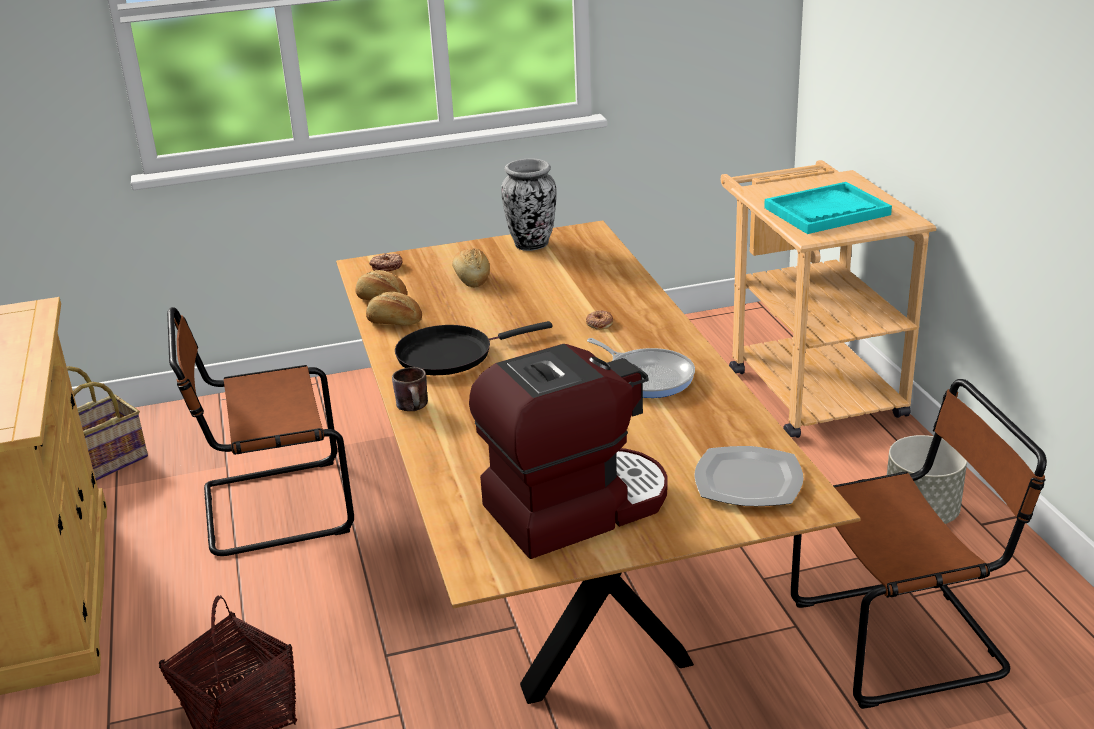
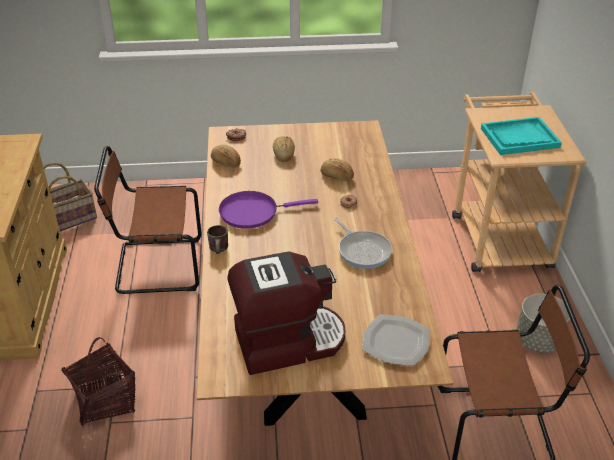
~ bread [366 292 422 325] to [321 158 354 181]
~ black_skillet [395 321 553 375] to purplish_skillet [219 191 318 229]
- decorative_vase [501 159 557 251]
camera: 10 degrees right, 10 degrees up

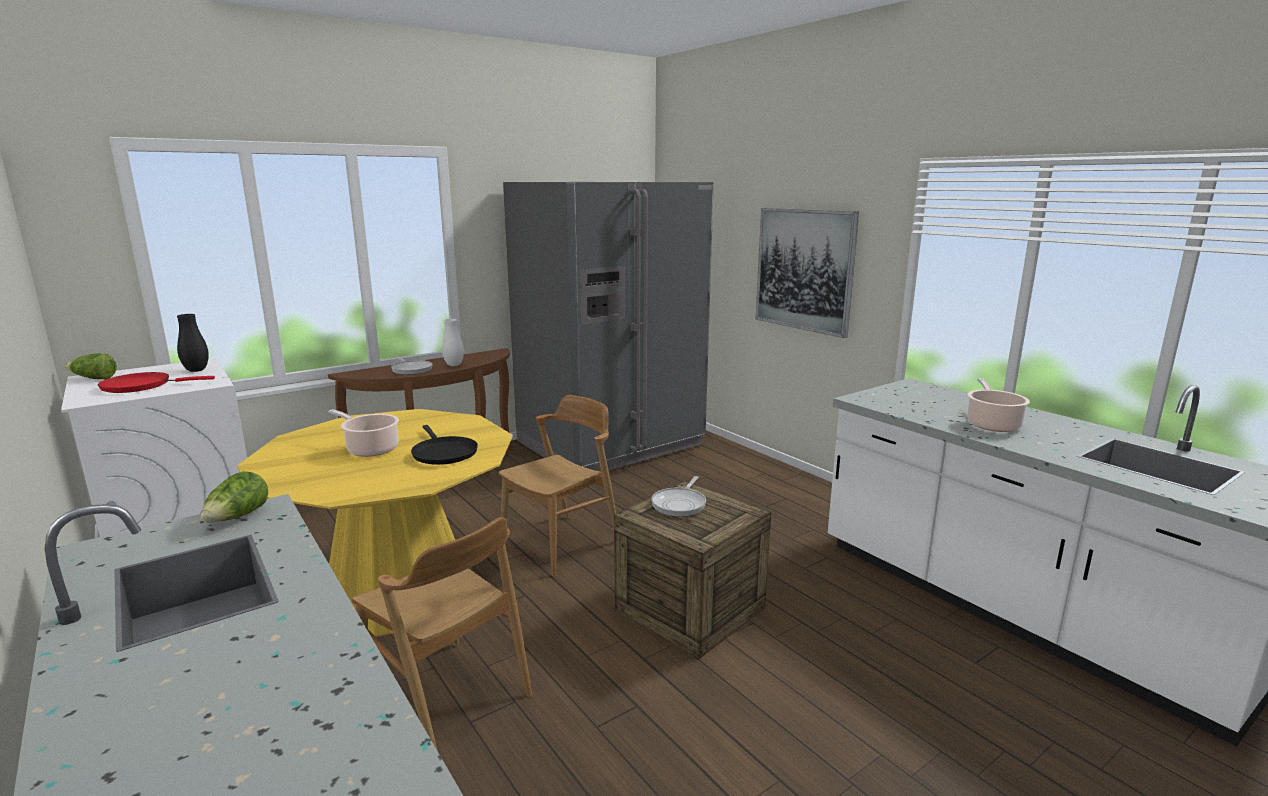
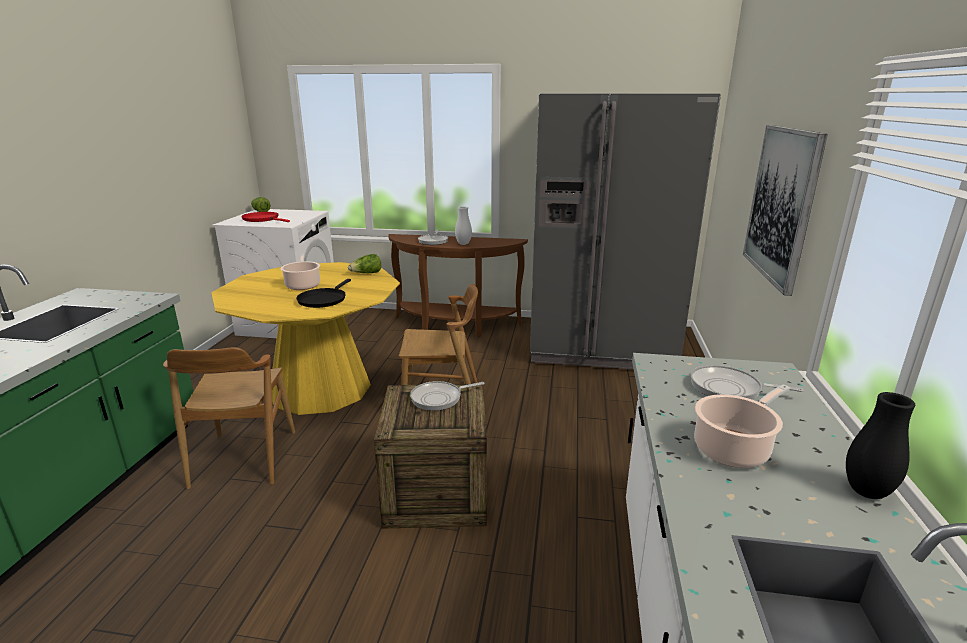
~ black_decorative_vase [177 314 209 372] to [846 392 915 499]
~ lettuce_head [200 471 268 523] to [348 254 381 273]
+ skillet [691 365 804 400]
camera: 45 degrees right, 5 degrees up

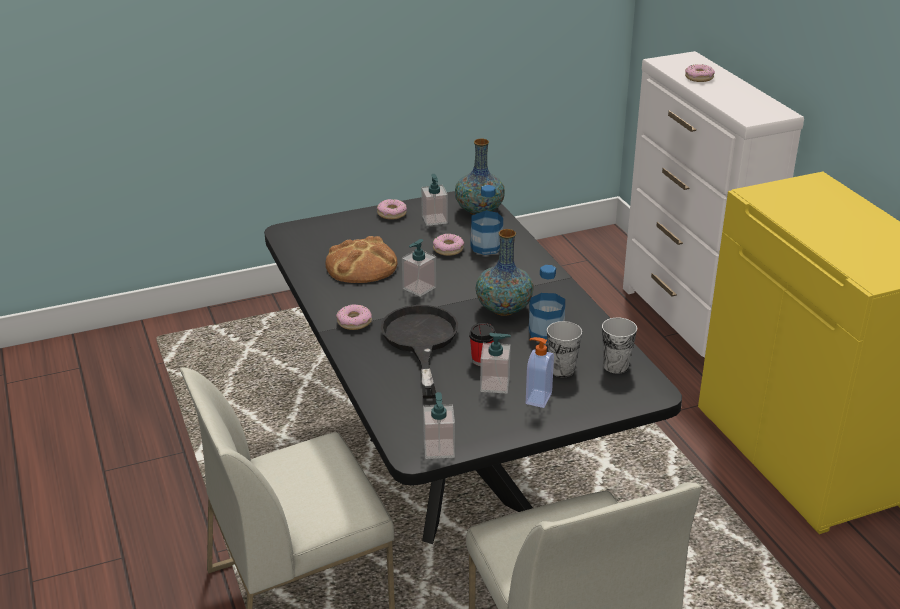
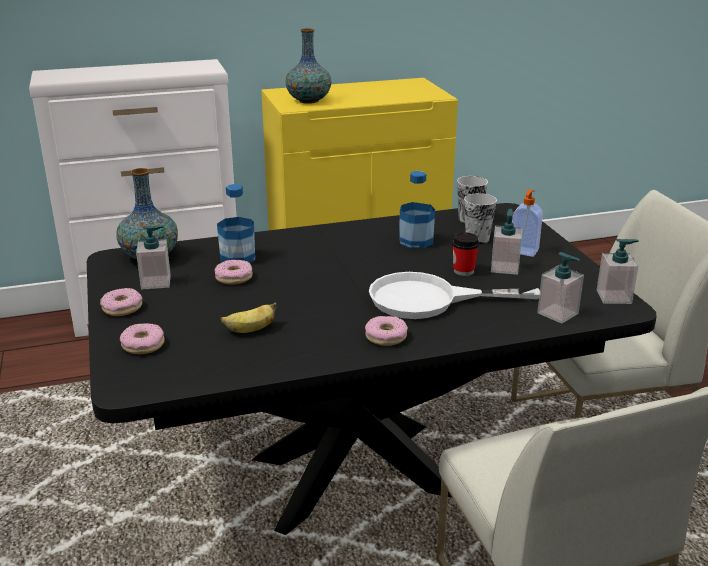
~ bread [325 236 397 283] to banana_fruit [221 303 277 333]
~ black_skillet [381 305 458 399] to white-coloured_skillet [369 272 540 319]
~ soap_dispenser [402 239 436 297] to [537 252 584 324]
~ decorative_vase [476 229 534 316] to [286 29 332 104]
~ ring_doughnut [685 64 715 82] to [120 323 165 354]
camera: 85 degrees left, 5 degrees down

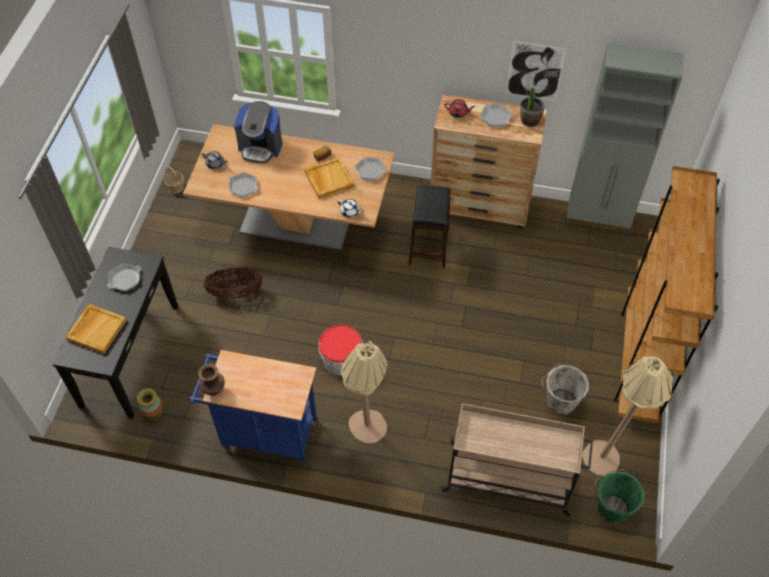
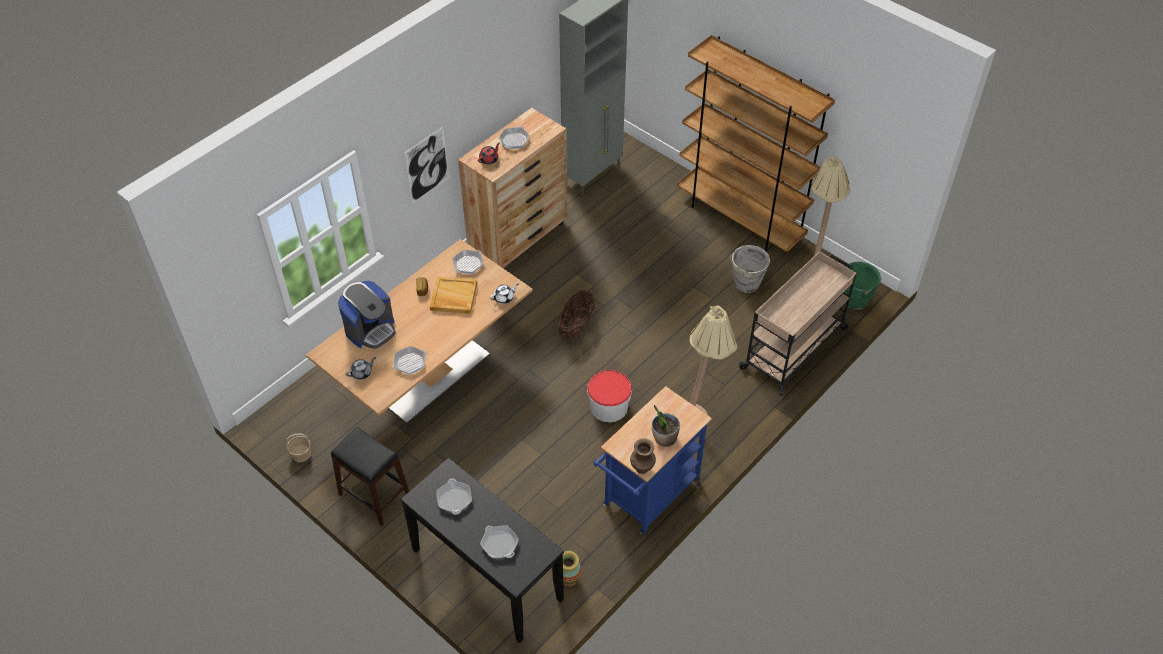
~ beige-coloured_carrying_tray [66 304 127 354] to skillet [480 525 519 558]
~ storage_basket [203 268 263 298] to [558 290 595 339]
~ black_stool_seat [409 185 451 268] to [331 427 409 526]
~ wall_art [506 41 567 101] to [404 127 449 204]
~ plant_in_a_pot [520 81 545 127] to [652 405 680 447]
camera: 60 degrees left, 5 degrees down

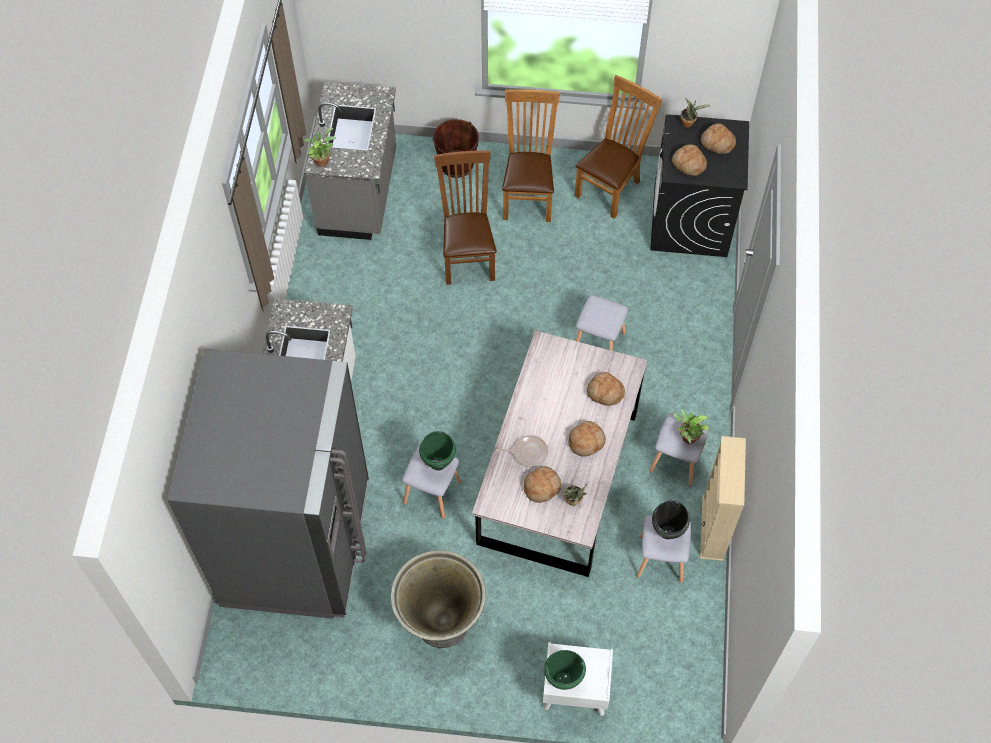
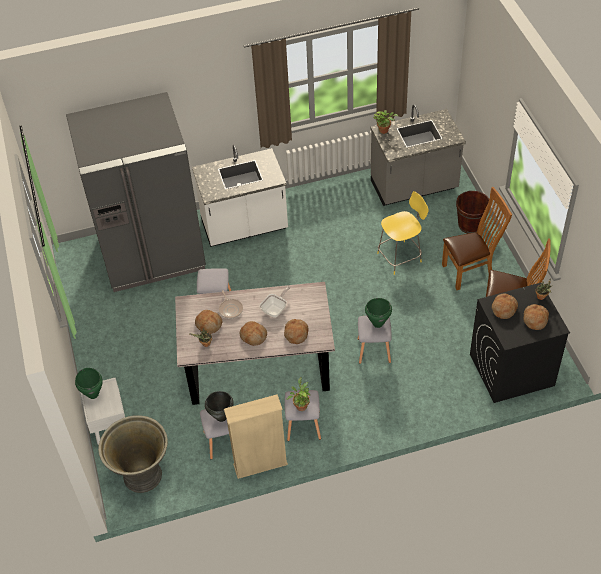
~ gray_planter [391 550 486 648] to [98 415 168 493]
~ greenish_cooking_pot [419 431 456 471] to [365 298 392 328]
~ brown_plain_chair [434 150 497 285] to yellowish_stool_seat [377 191 429 275]
+ skillet [259 286 290 318]
camera: 70 degrees right, 10 degrees down

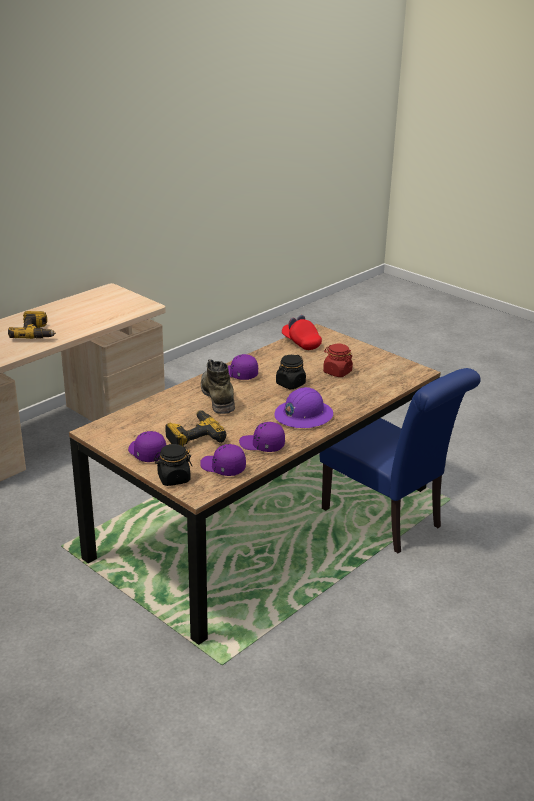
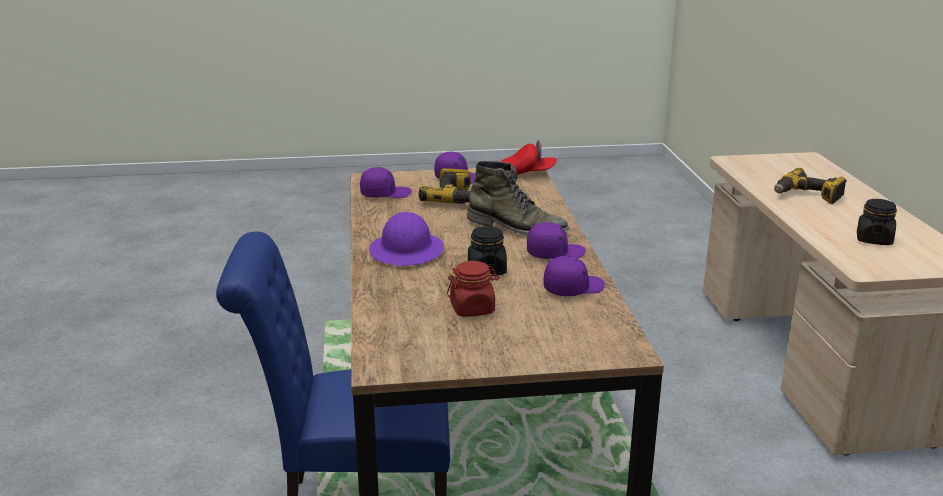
~ black_jar [154 444 192 486] to [857 199 897 245]
~ purplish_peaked_cap [239 422 285 452] to [543 256 604 296]
~ red-coloured_peaked_cap [282 315 322 350] to [501 140 557 175]
camera: 130 degrees right, 5 degrees down

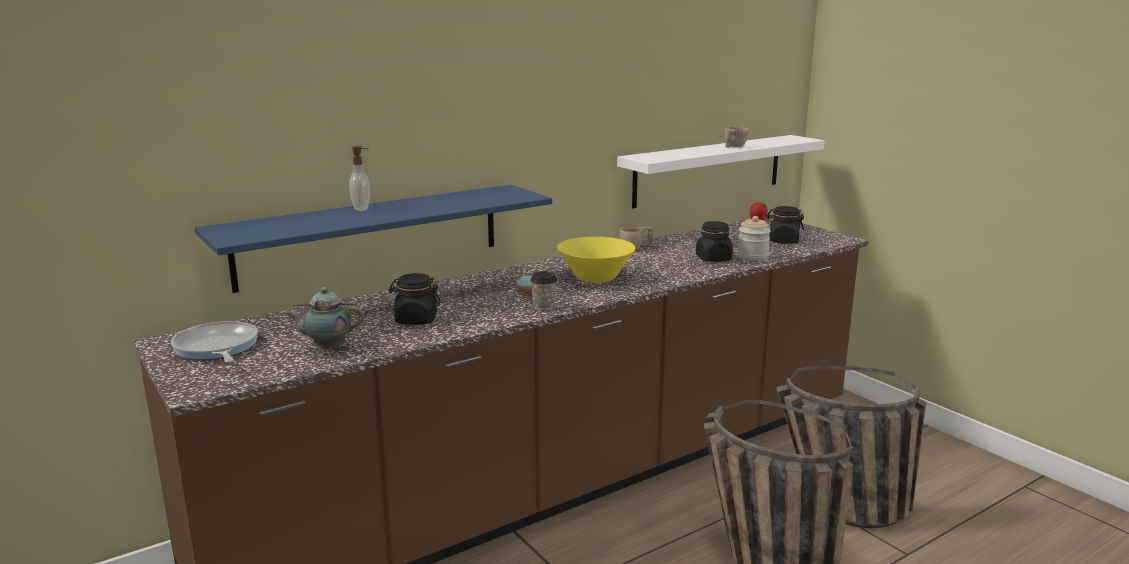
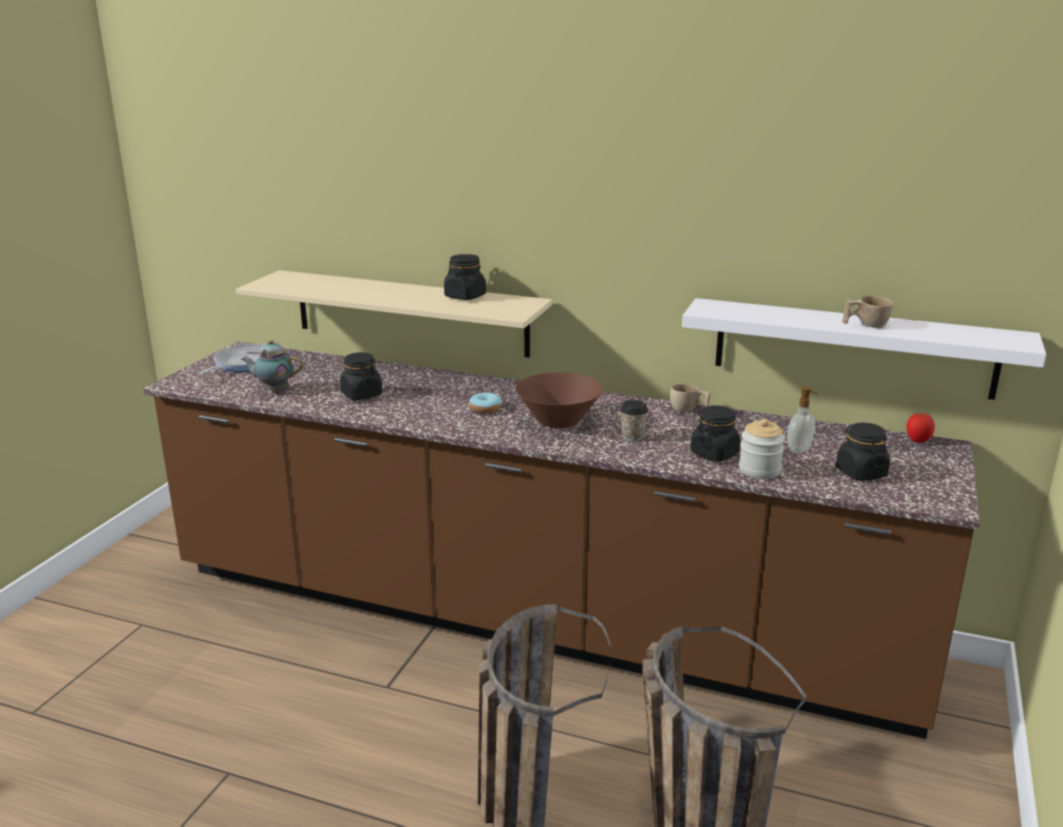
~ blue-coloured_bracket_shelf [195 185 552 293] to beige-coloured_bracket_shelf [236 270 552 357]
~ teapot [285 287 365 350] = [241 340 303 391] 45 degrees counterclockwise
~ soap_dispenser [349 146 370 211] to [787 386 818 454]
~ drinking_cup [530 271 557 310] to [620 400 648 441]
~ yellowish_bowl [557 237 636 283] to brown_bowl [515 372 603 428]
+ black_jar [444 254 486 300]
camera: 55 degrees right, 5 degrees up

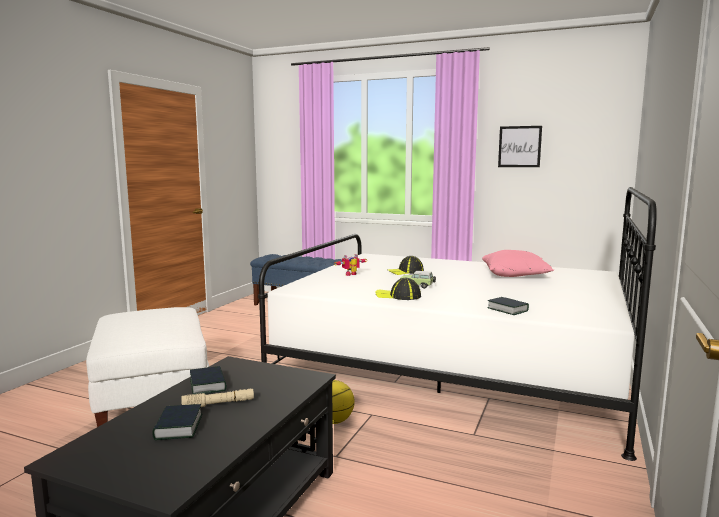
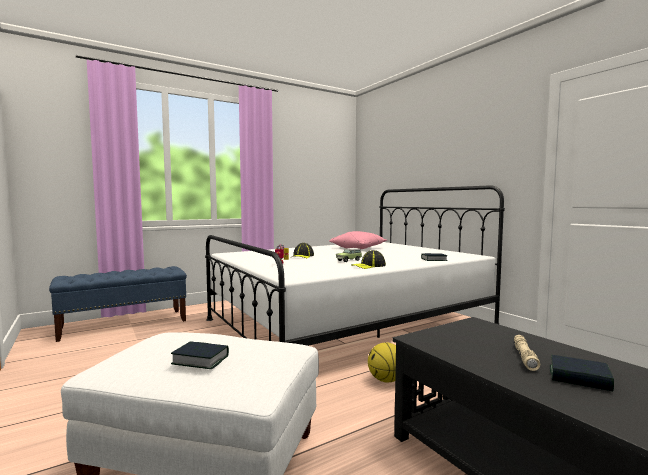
~ volume [190 366 227 395] to [171 341 229 369]
- wall_art [498 126 542 167]
camera: 55 degrees left, 5 degrees down

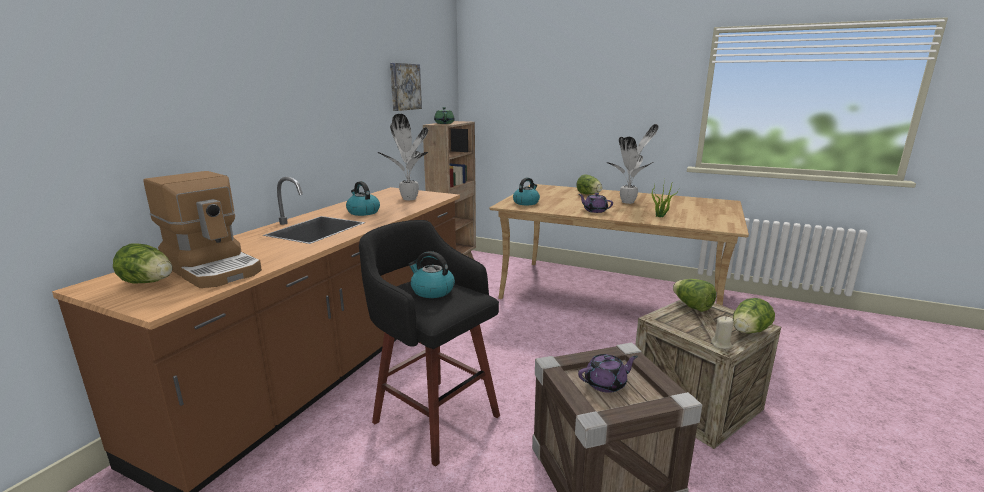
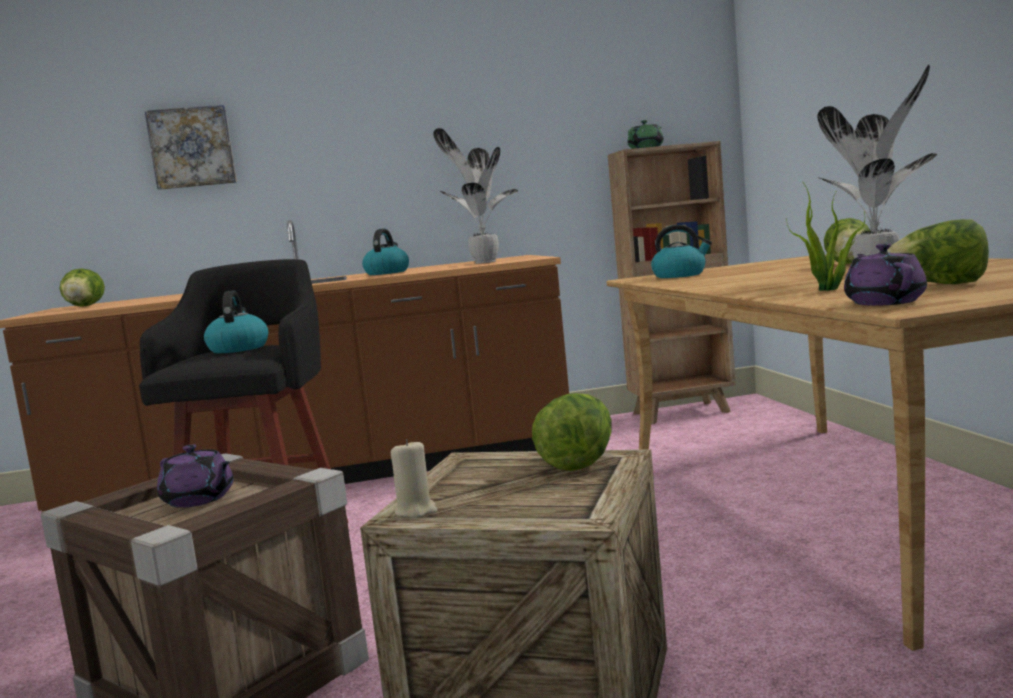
- coffee_brewer [143 171 262 288]
~ wall_art [390 63 422 111] to [145 105 237 190]
~ purplish_teapot [579 193 613 213] to [844 244 927 306]
~ lettuce_head [733 298 775 333] to [887 219 989 284]
camera: 55 degrees right, 10 degrees down

